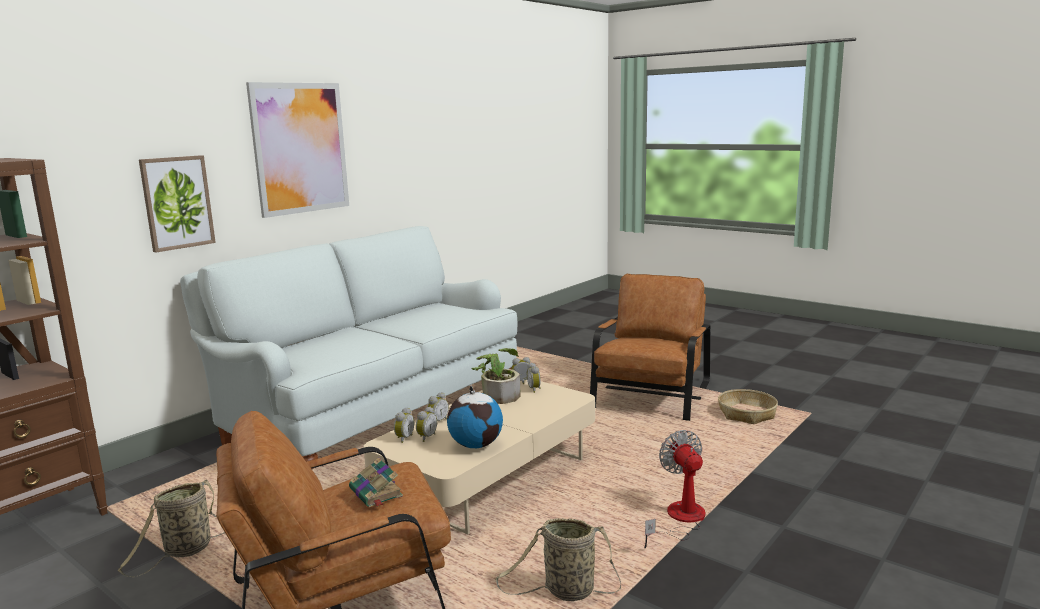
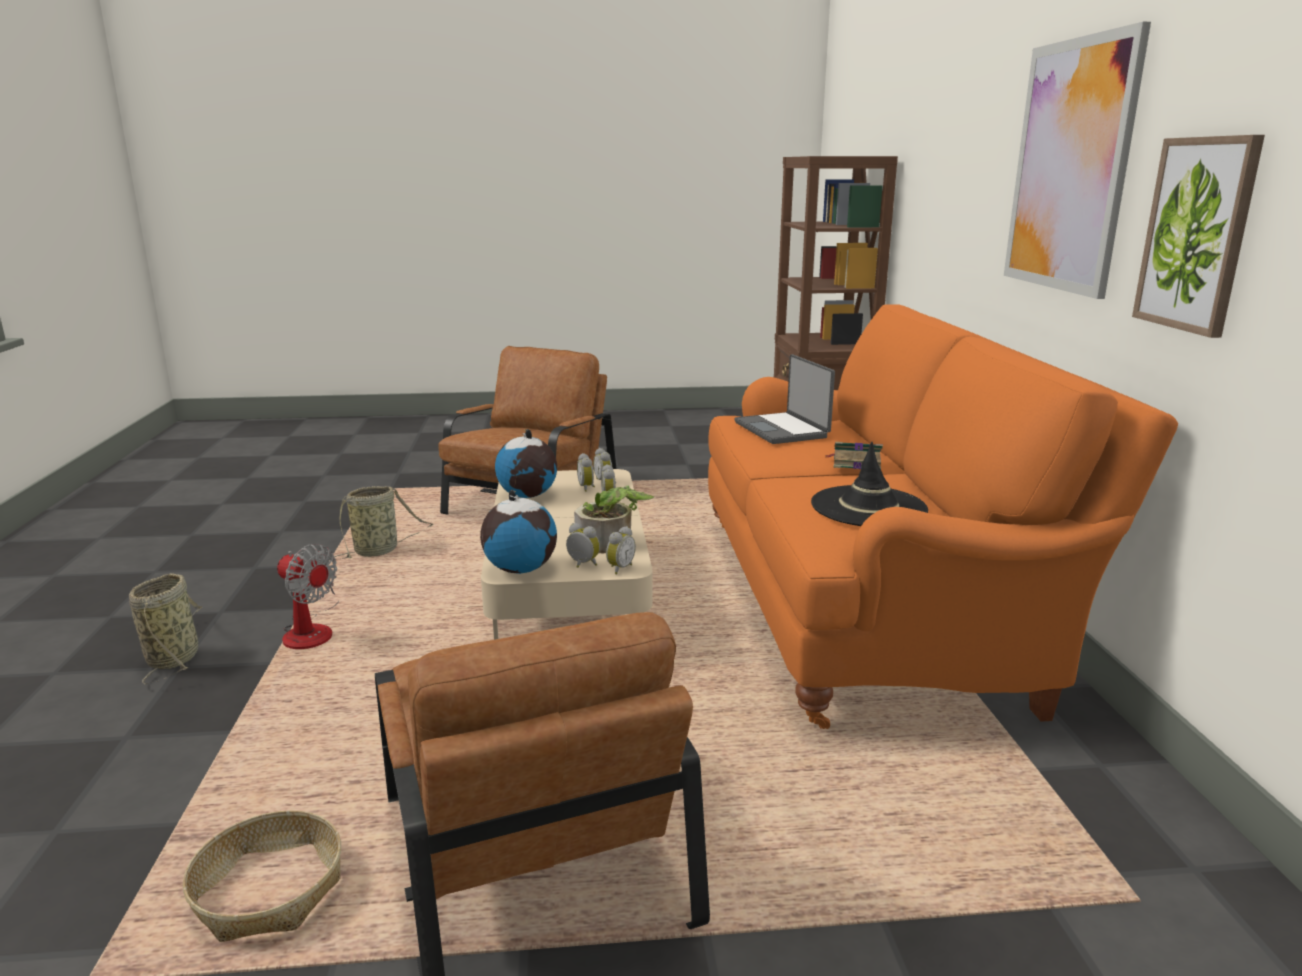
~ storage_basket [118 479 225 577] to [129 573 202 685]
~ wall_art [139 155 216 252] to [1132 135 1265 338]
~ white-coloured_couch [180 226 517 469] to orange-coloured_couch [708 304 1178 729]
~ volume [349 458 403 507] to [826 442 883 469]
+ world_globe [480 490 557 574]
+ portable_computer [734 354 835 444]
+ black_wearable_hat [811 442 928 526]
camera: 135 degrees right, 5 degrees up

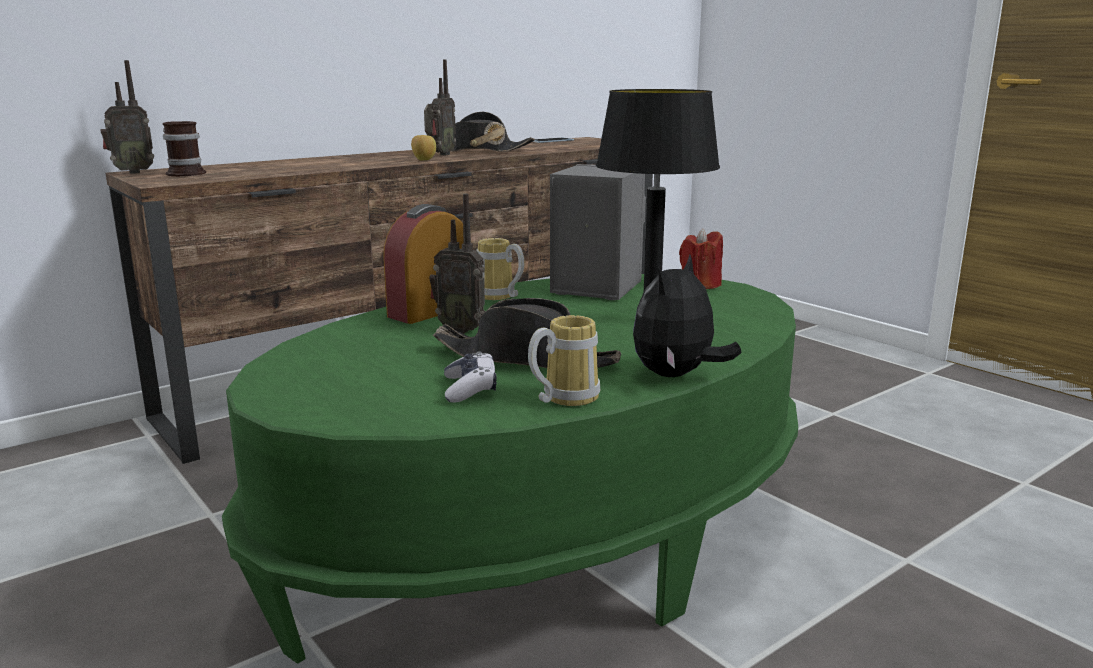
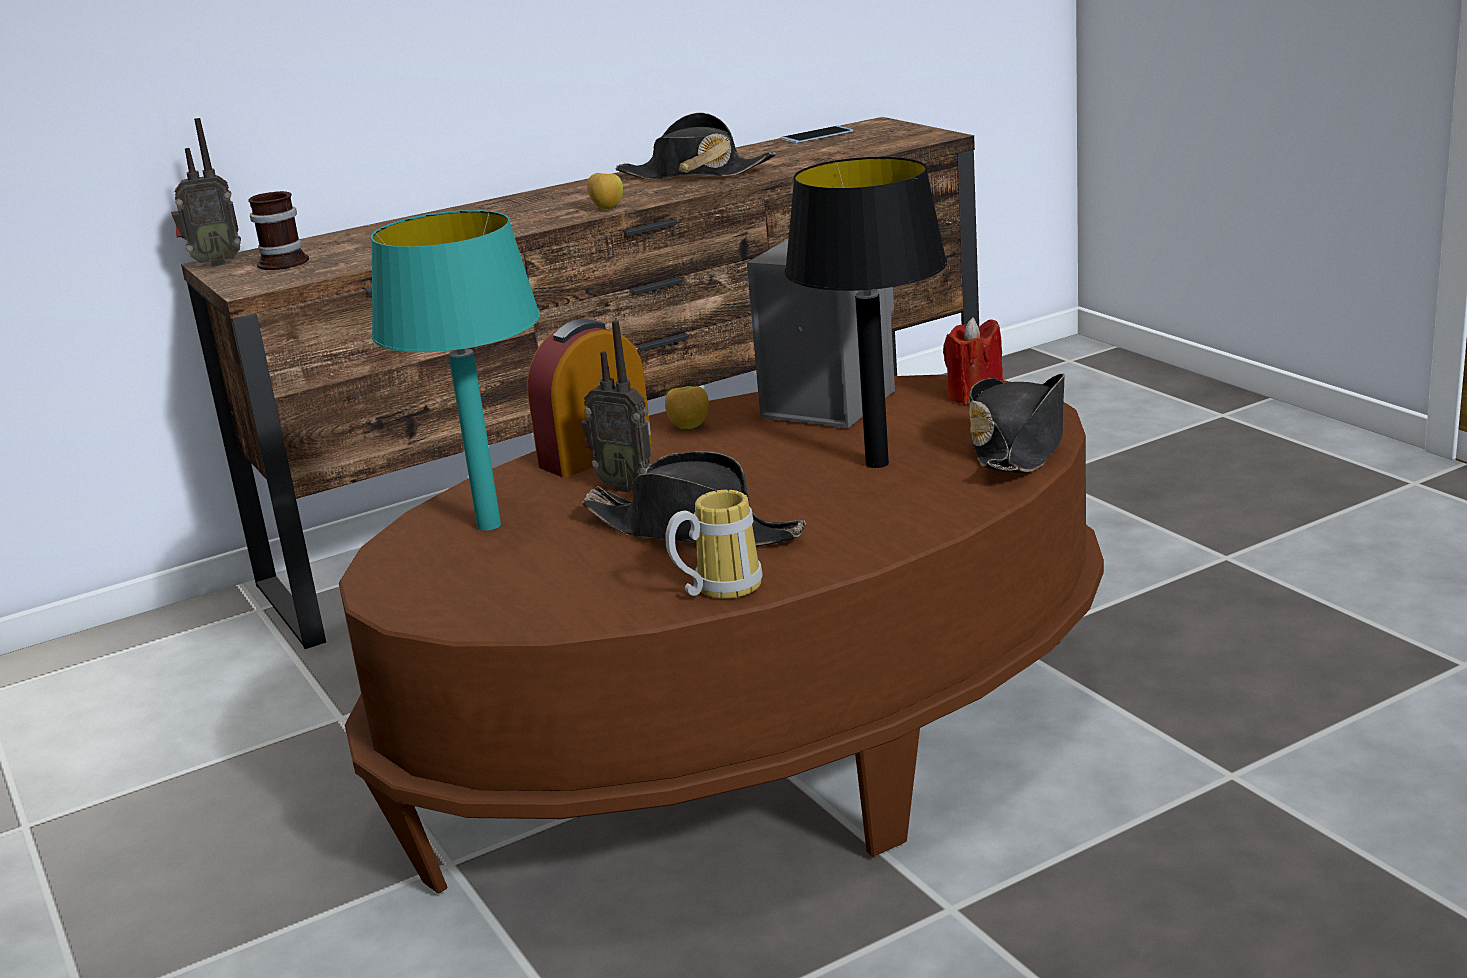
~ greenish_coffee_table [222 274 798 663] to brown_coffee_table [339 375 1104 893]
- radio [424 60 456 155]
- game_controller [444 352 497 403]
~ coffee_mug [476 238 524 300] to apple [665 386 709 429]
- plush_toy [633 254 742 377]
+ turquoise_lamp_for_a_table [371 210 540 531]
+ black_wearable_hat [969 374 1065 473]
camera: 10 degrees right, 5 degrees up

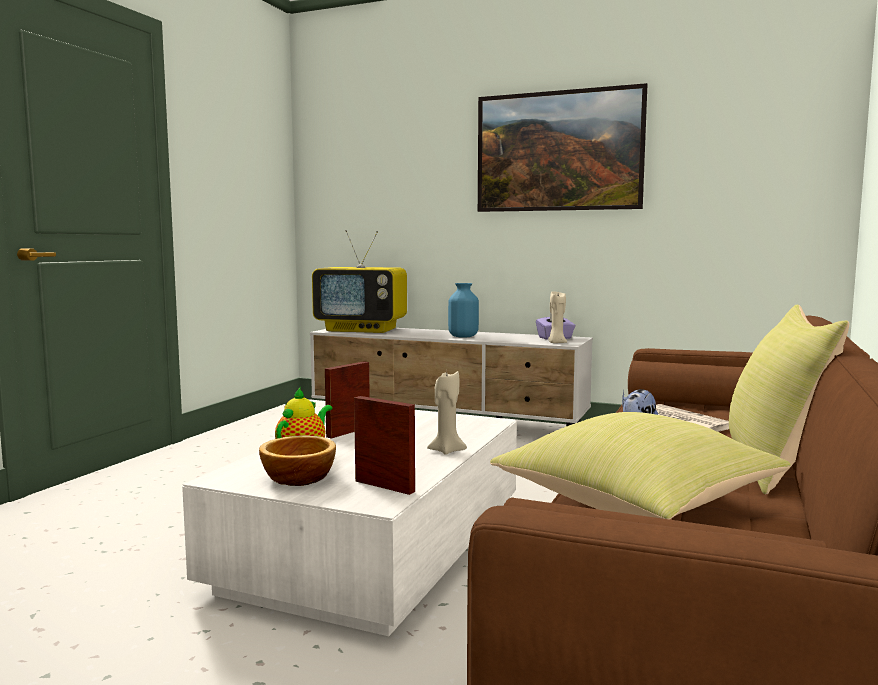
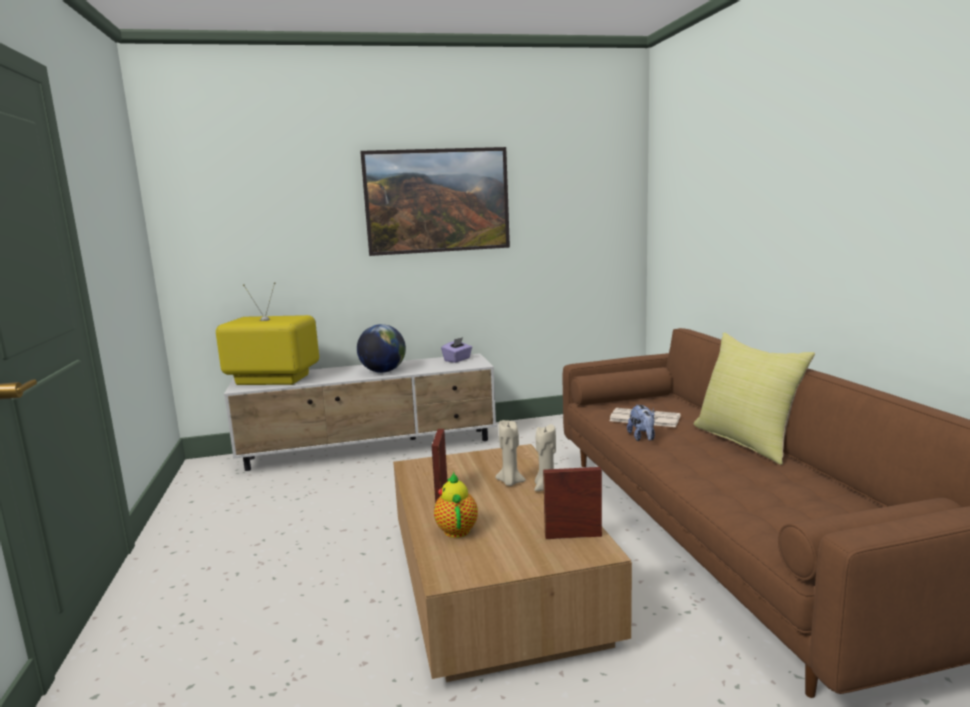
~ white-coloured_coffee_table [182 410 517 636] to brown_coffee_table [393 444 632 682]
- bowl [259 436 336 486]
~ television [312 230 407 333] = [216 282 319 385] 150 degrees counterclockwise
~ blue-coloured_decorative_vase [448 283 479 338] to world_globe [357 324 406 373]
- yellowish_pillow [490 412 791 520]
~ beige-coloured_wax_candle [548 291 567 343] to [496 420 526 486]
camera: 35 degrees left, 5 degrees up

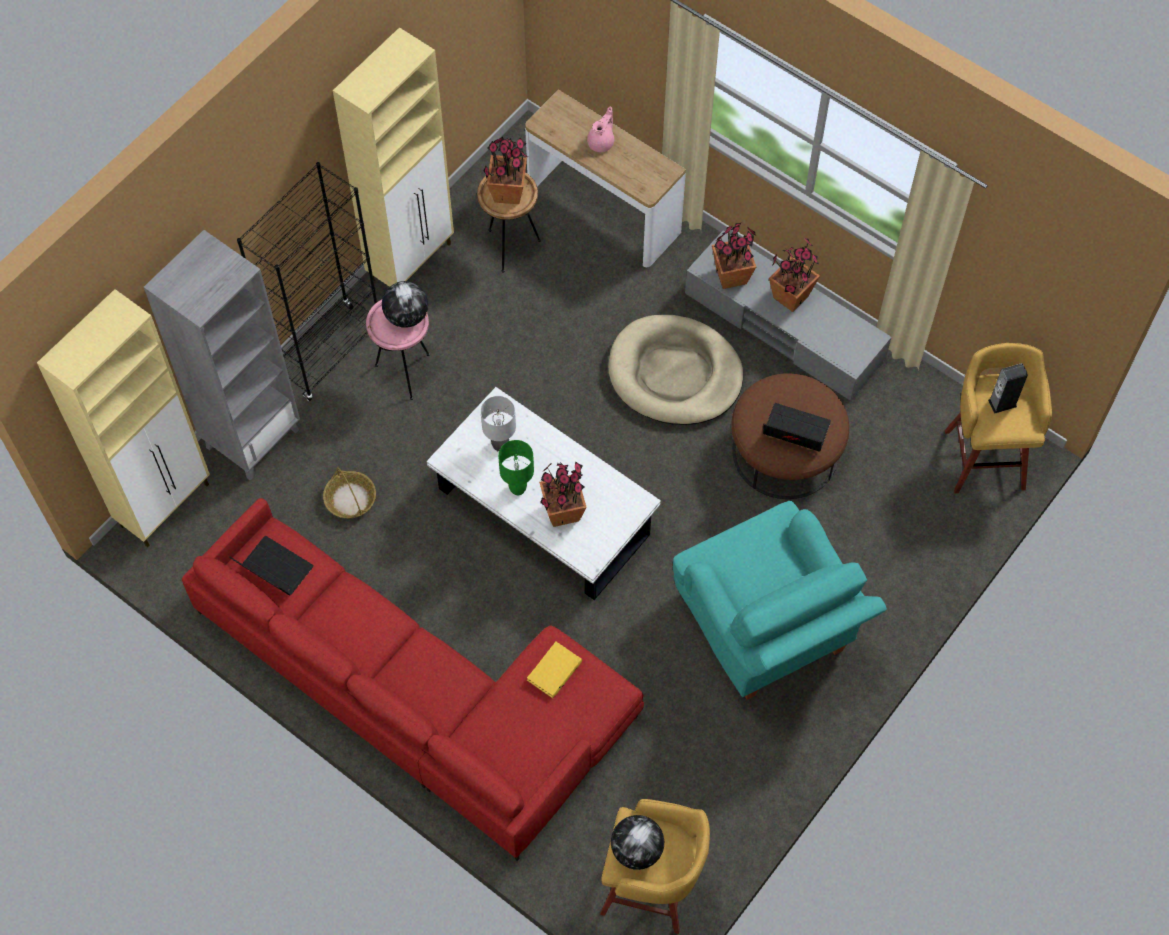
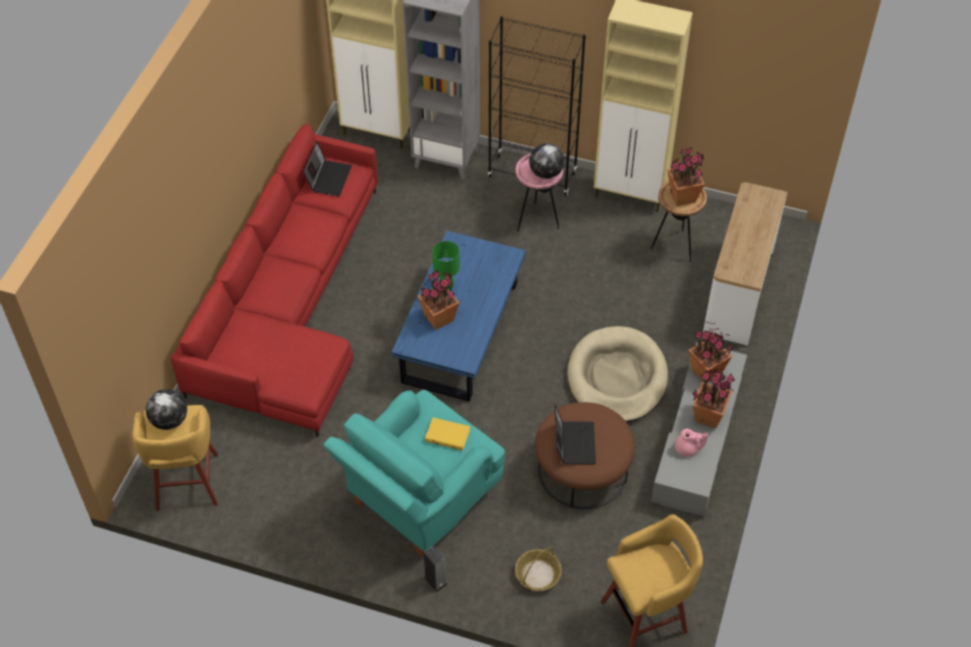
~ storage_basket [323 467 376 518] to [515 547 562 591]
~ white-coloured_coffee_table [427 387 661 600] to blue-coloured_coffee_table [392 231 526 401]
- gray_lamp_for_a_table [480 396 516 452]
~ yellowish_volume [527 642 582 698] to [425 417 470 451]
~ pink-coloured_teapot [587 106 614 152] to [675 429 708 457]
~ speaker [988 363 1028 414] to [424 546 448 592]
camera: 70 degrees right, 10 degrees down

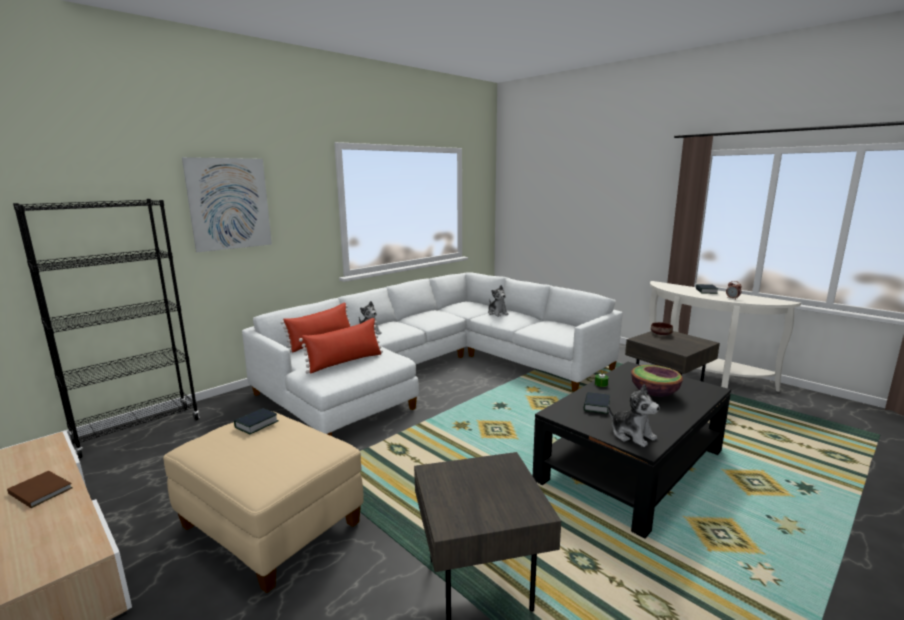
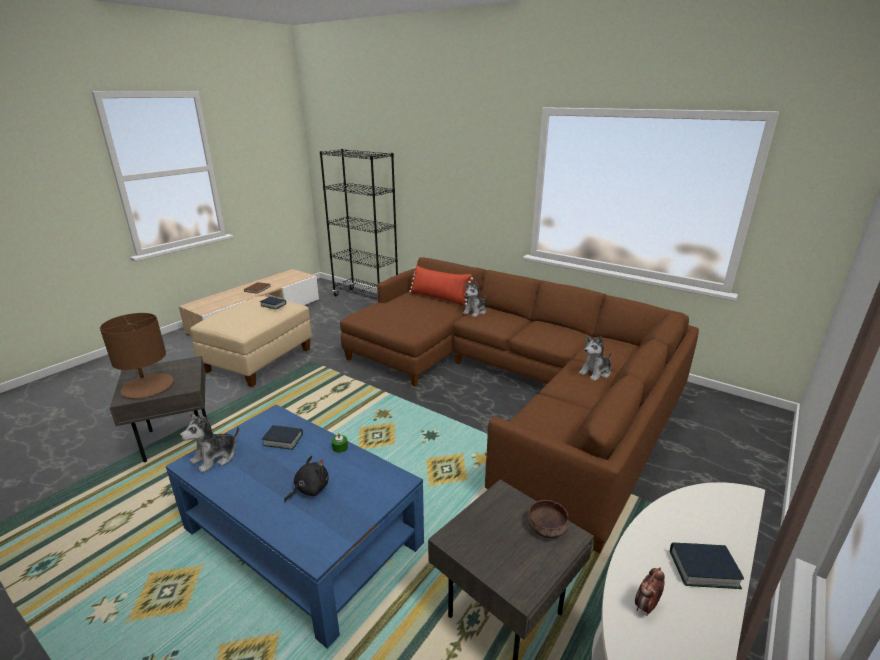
- wall_art [182 157 272 252]
~ white-coloured_couch [242 272 623 436] to brown_couch [340 257 699 554]
- red-coloured_pillow [299 318 383 374]
~ black_coffee_table [533 362 731 538] to blue-coloured_coffee_table [166 405 424 649]
~ bowl [631 365 683 397] to black_plush_toy [284 456 329 502]
+ brown_lamp_for_a_table [100 313 173 399]
camera: 80 degrees right, 10 degrees up

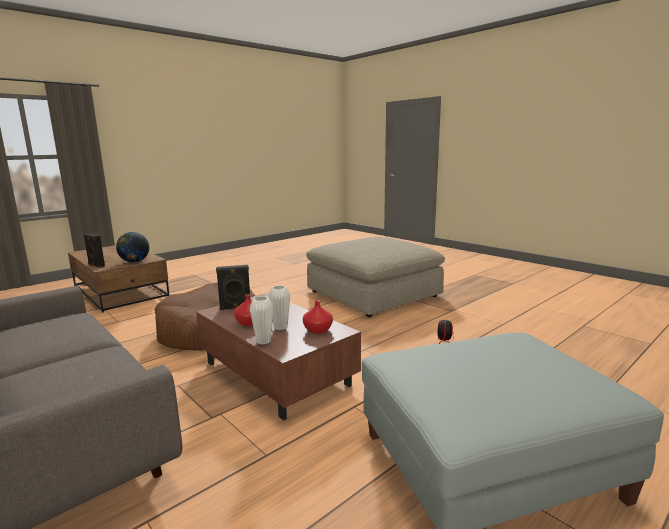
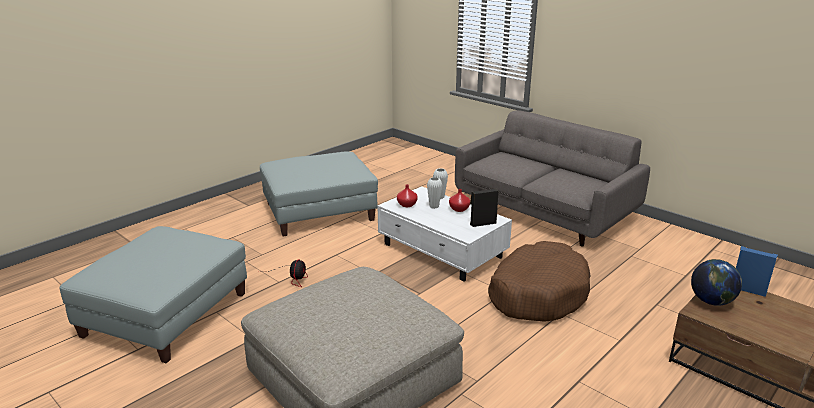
~ black_speaker [83 233 105 268] to blue-coloured_speaker [736 246 778 297]
~ brown_coffee_table [196 293 361 420] to white-coloured_coffee_table [378 186 512 282]
+ gray_ottoman [59 226 247 364]
camera: 175 degrees right, 10 degrees up

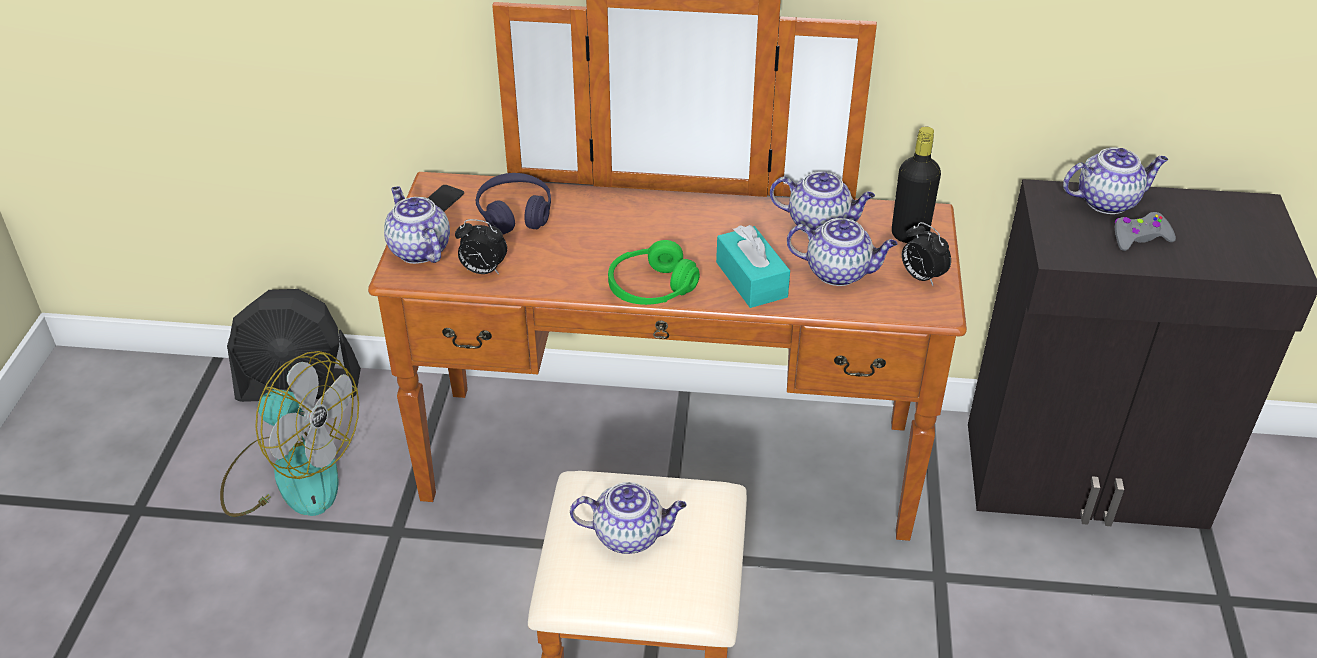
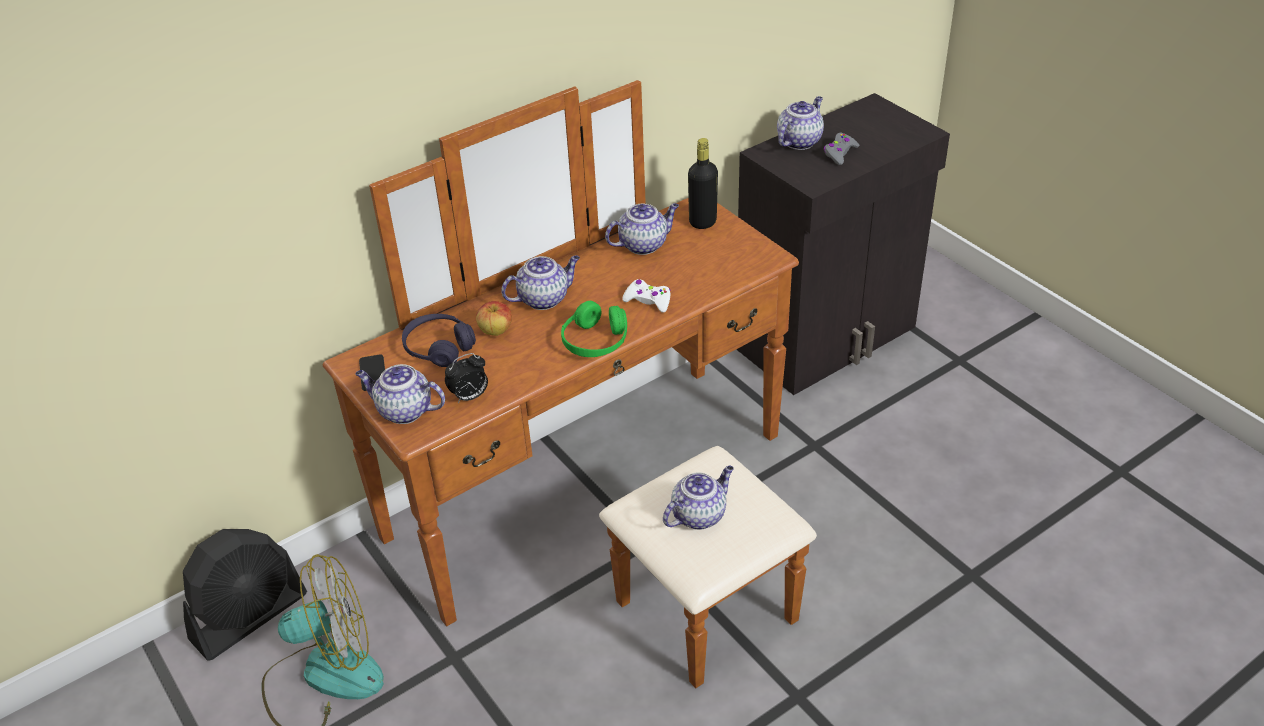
~ turquoise_box_of_tissues [716 225 790 308] to white-coloured_game_controller [622 279 671 313]
~ teapot [787 218 898 286] to [501 256 580 310]
- table_clock [902 222 951 286]
+ apple [476 301 512 336]
camera: 40 degrees left, 0 degrees up

